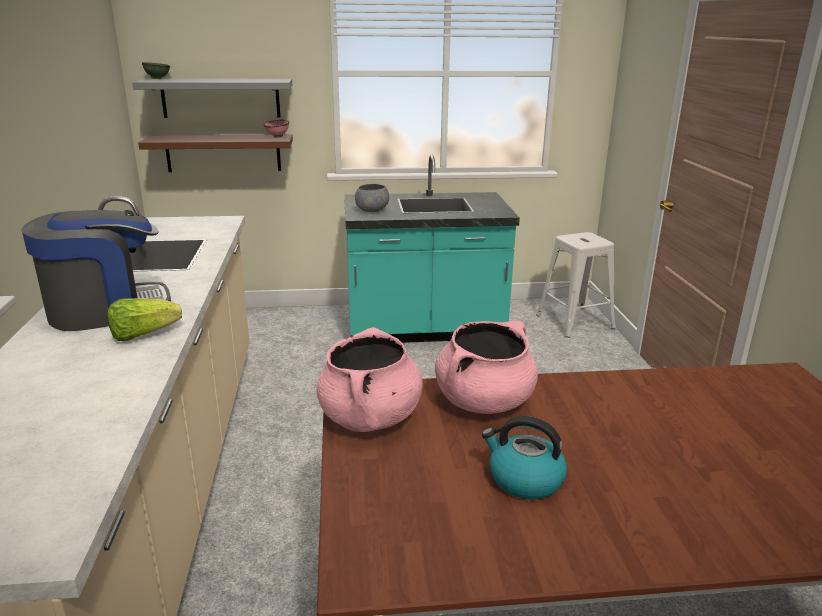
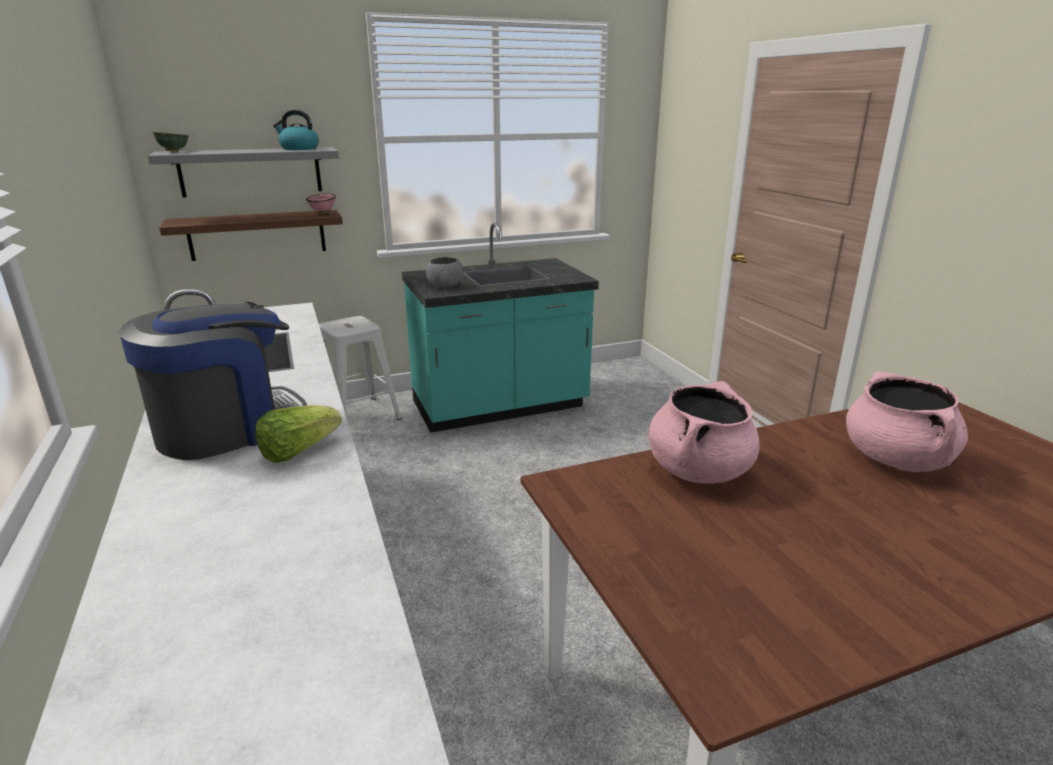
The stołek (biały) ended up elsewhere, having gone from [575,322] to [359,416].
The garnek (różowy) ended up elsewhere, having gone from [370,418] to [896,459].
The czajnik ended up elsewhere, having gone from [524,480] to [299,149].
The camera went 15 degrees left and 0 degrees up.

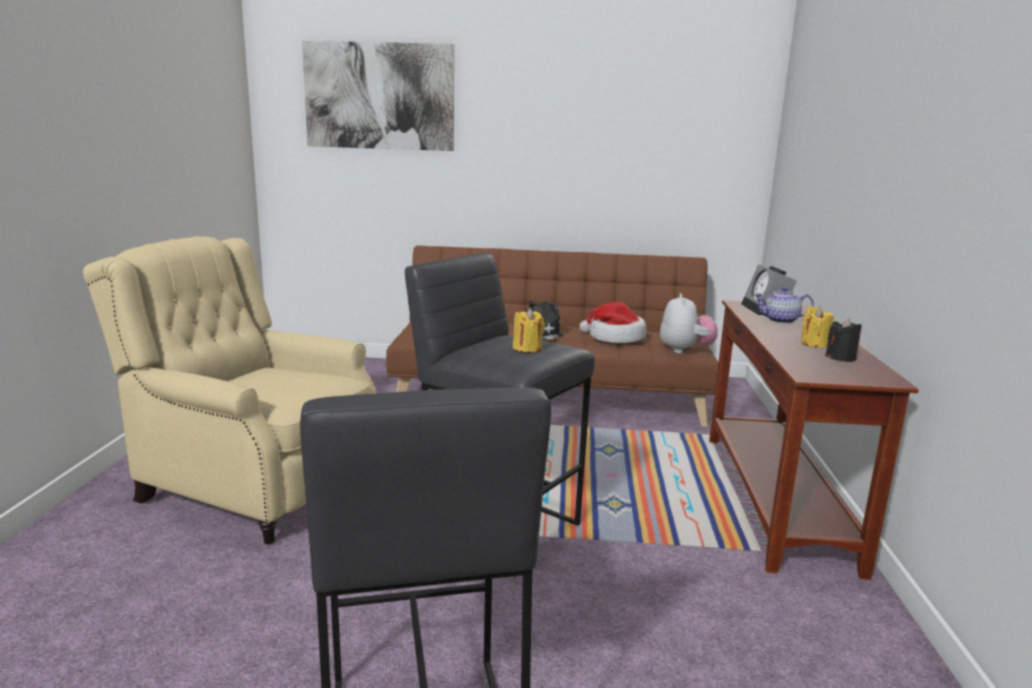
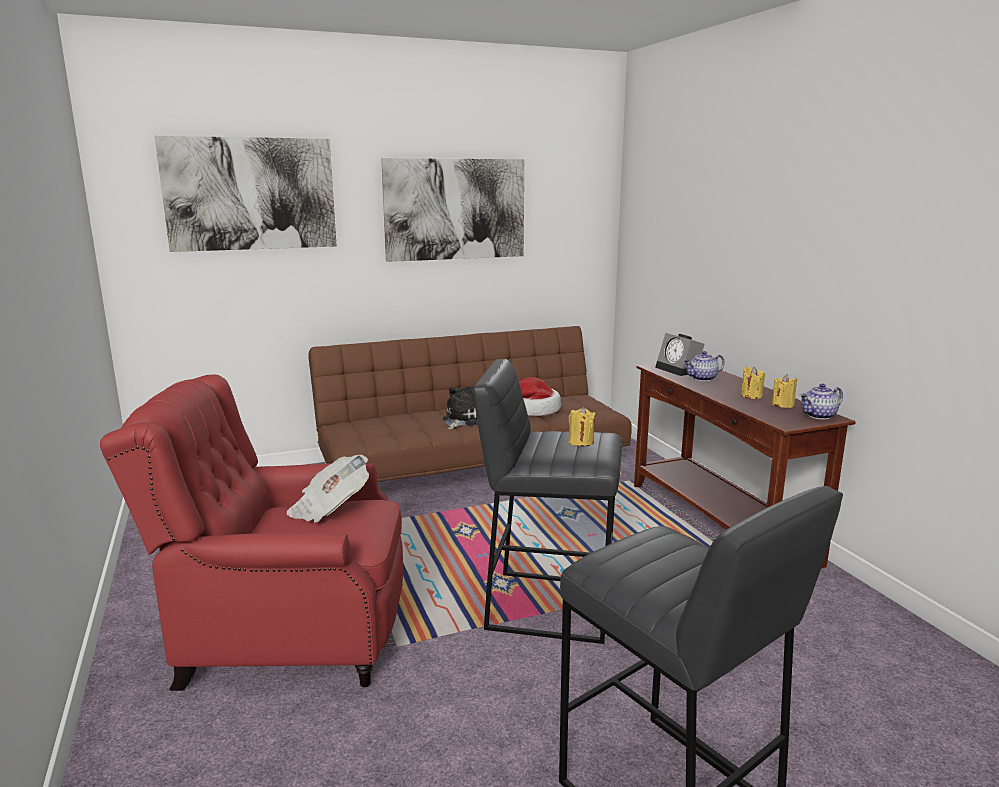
What was the fotel (beżowy) at [257,486] turned into the fotel (czerwony) at [289,634].
The second view lost the pluszak at [685,350].
What was the świeca (czarny) at [841,358] turned into the świeca (żółty) at [782,405].
The second view gained the obraz at [455,209].
The second view gained the imbryk at [819,416].
The second view gained the gazeta at [329,508].
The camera went 25 degrees left and 0 degrees up.

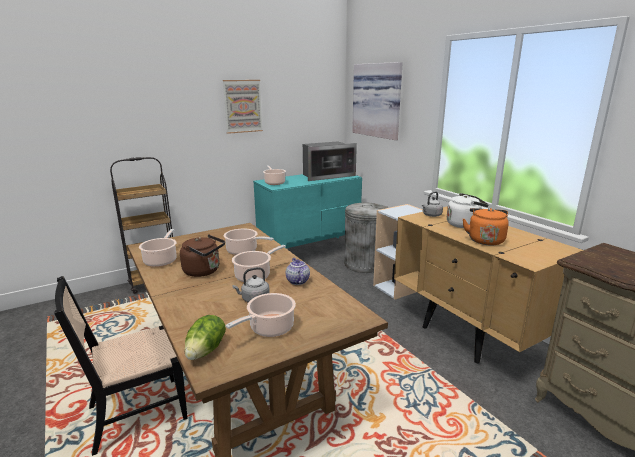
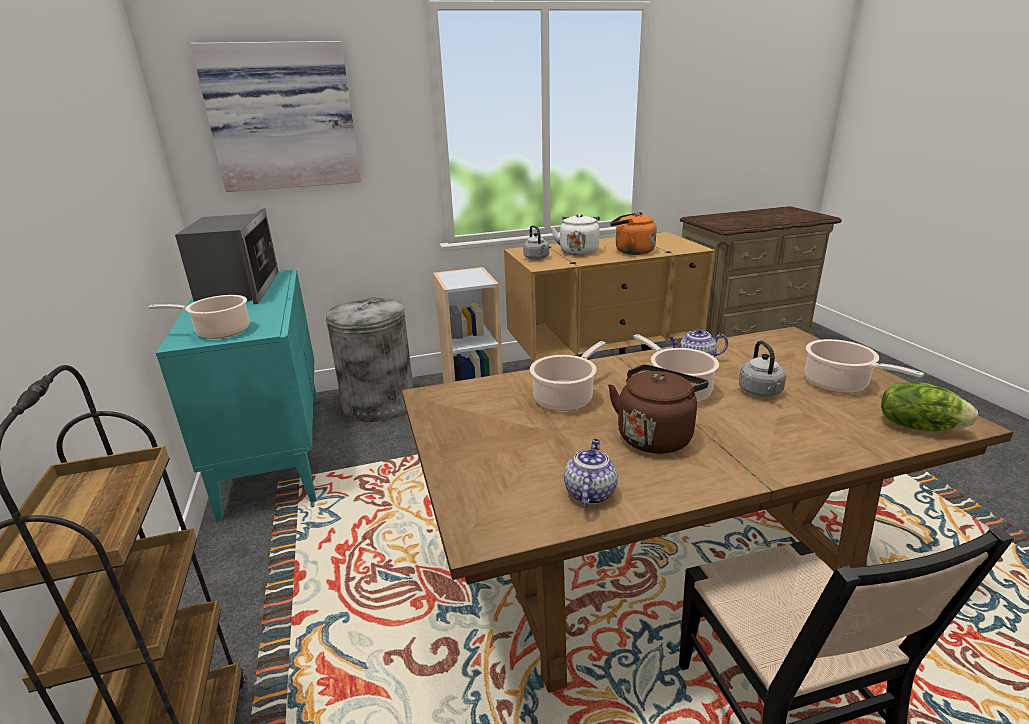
The second view lost the obraz at [243,106].
Where the garnek stood at [161,260], the imbryk came to stand at [589,492].
The camera went 75 degrees left and 5 degrees up.

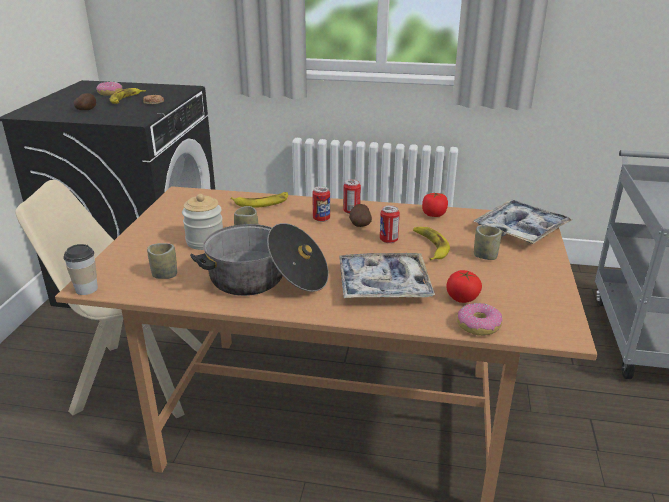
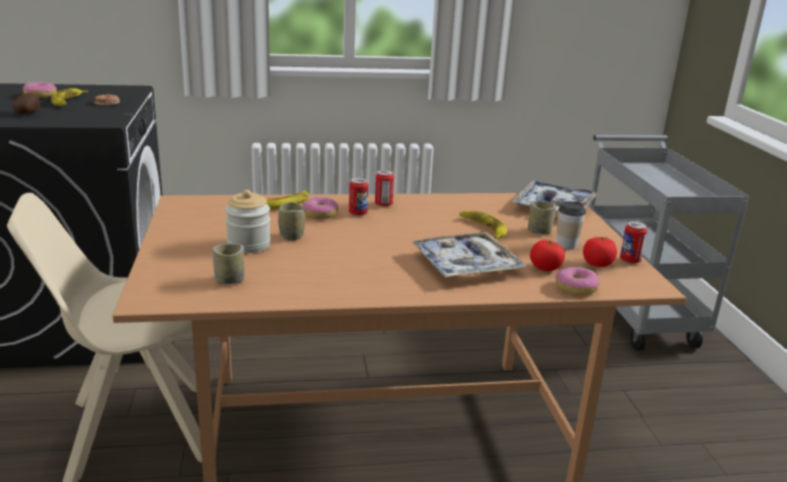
The pomidor ended up elsewhere, having gone from [434,214] to [597,264].
The second view lost the ziemniak at [359,224].
The puszka ended up elsewhere, having gone from [388,240] to [630,260].
The second view lost the garnek at [266,280].
The filiżanka ended up elsewhere, having gone from [86,289] to [566,245].
The second view gained the donut at [320,214].
The camera went 20 degrees left and 5 degrees down.

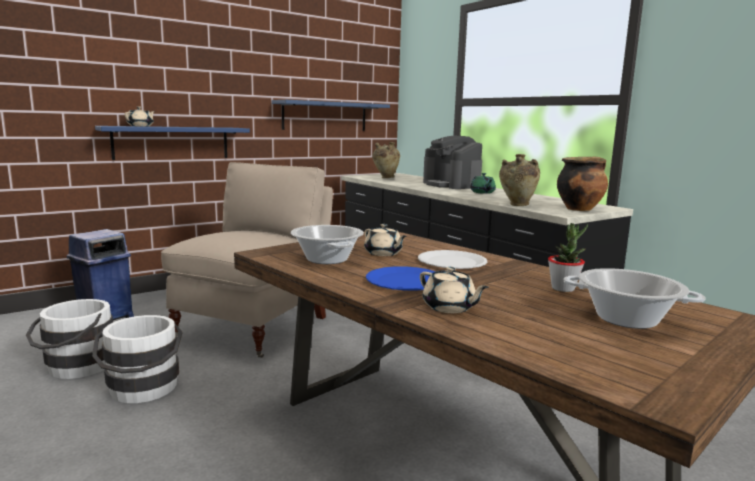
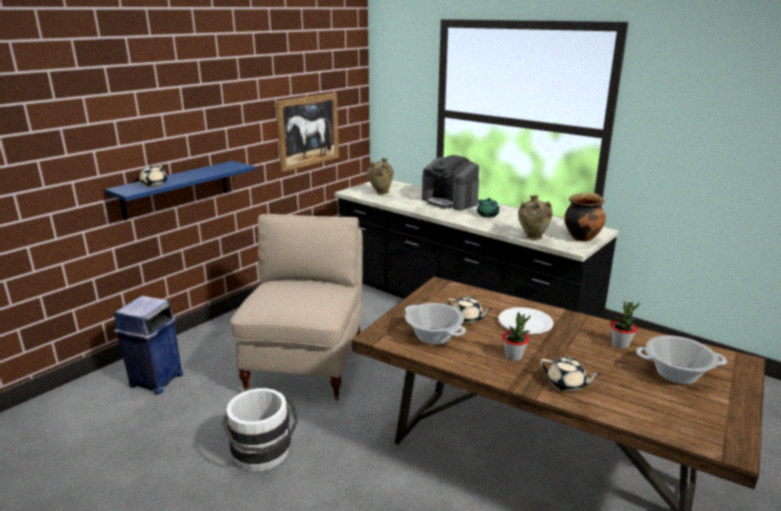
Where the półka (niebieski) hung at [325,116], the obraz came to hang at [308,131].
Where the talerz (niebieski) stood at [405,281], the roślina doniczkowa came to stand at [513,356].
The second view lost the wiadro (biały) at [75,368].
The camera went 15 degrees left and 10 degrees up.

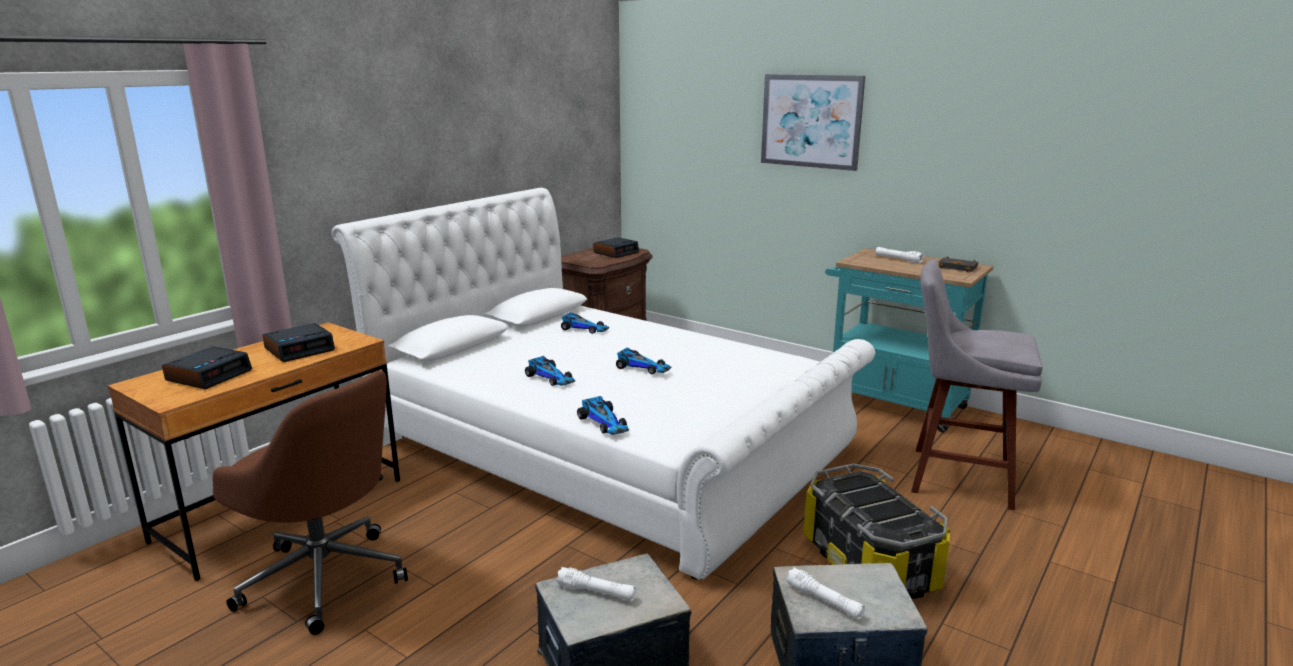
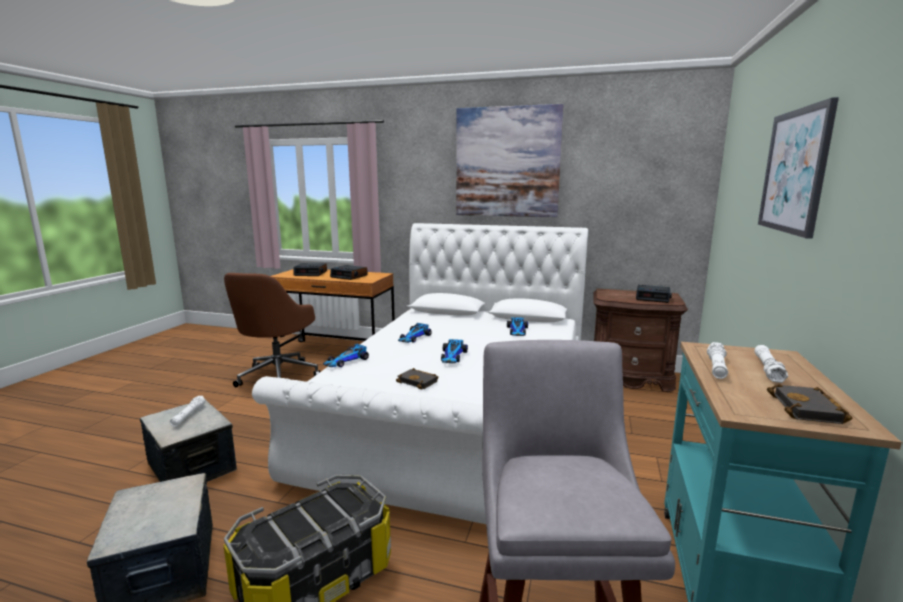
The latarka (biały) ended up elsewhere, having gone from [824,601] to [716,367].
The second view gained the obraz at [507,162].
The second view gained the książka (czarny) at [419,381].
The camera went 70 degrees right and 5 degrees down.

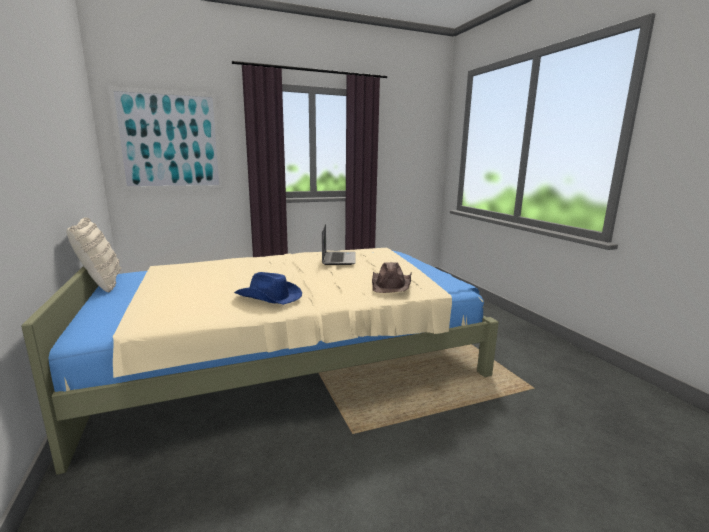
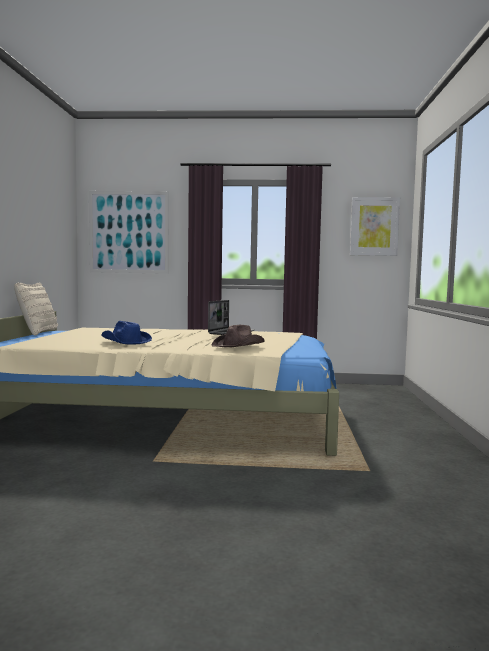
The second view gained the obraz at [374,226].
The camera went 25 degrees right and 10 degrees down.

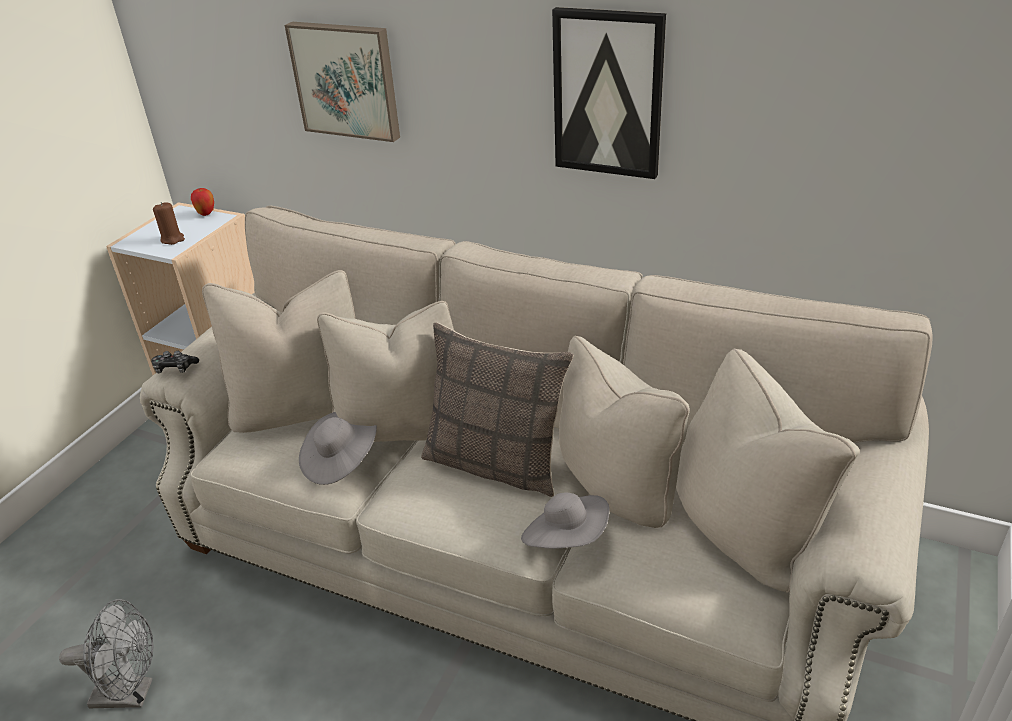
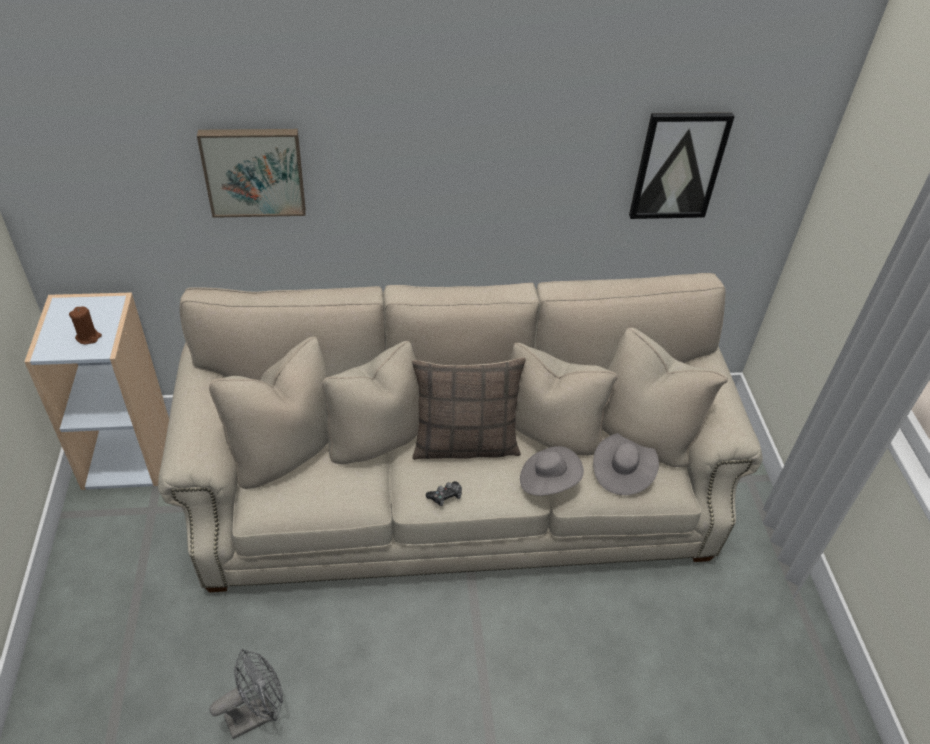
The obraz ended up elsewhere, having gone from [608,93] to [678,165].
The second view lost the jabłko at [206,214].
The pad do gier ended up elsewhere, having gone from [175,368] to [445,496].
The kapelusz (szary) ended up elsewhere, having gone from [340,461] to [622,472].
The camera went 35 degrees left and 10 degrees up.

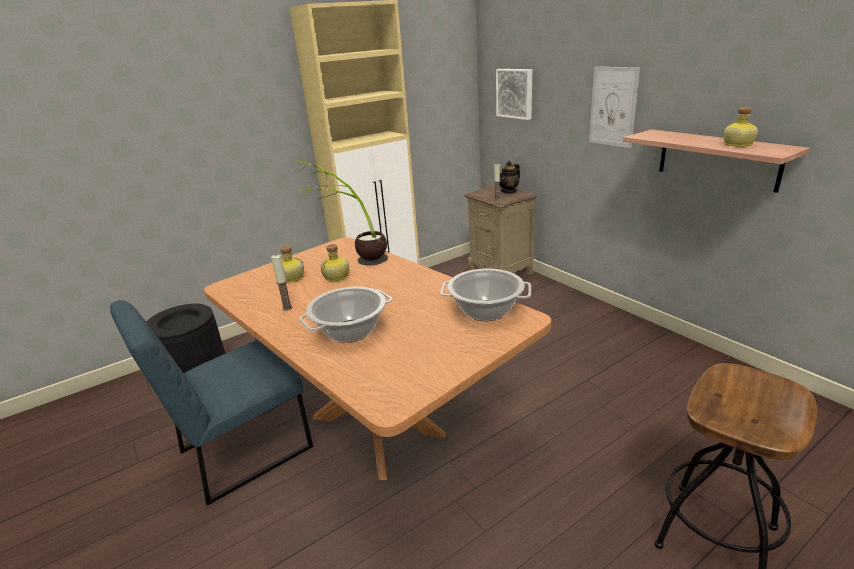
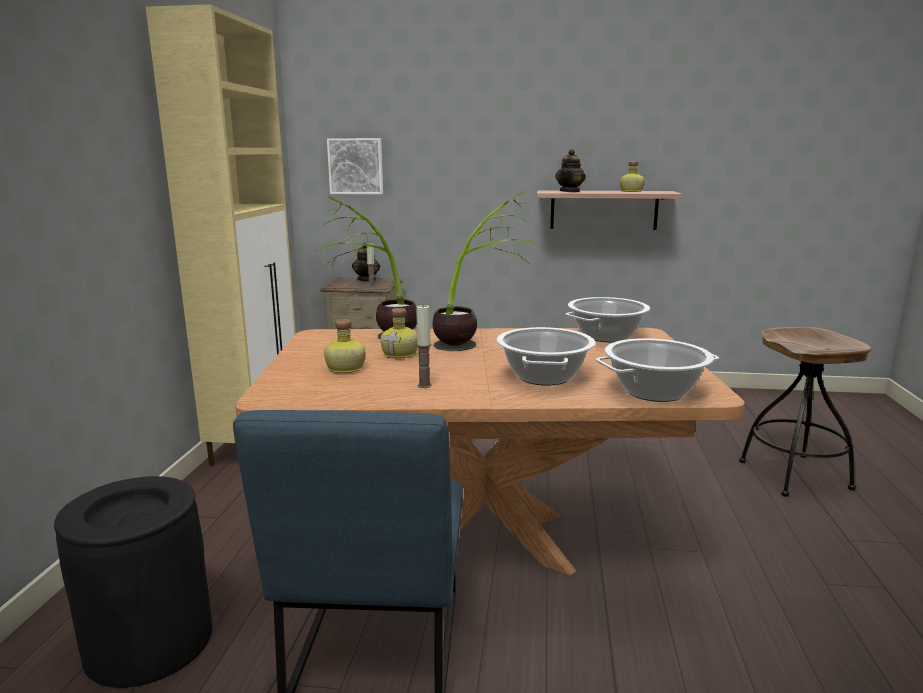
The second view lost the obraz at [613,107].
The second view gained the imbryk at [570,192].
The second view gained the roślina doniczkowa at [478,341].
The second view gained the garnek at [654,392].
The camera went 50 degrees left and 10 degrees down.

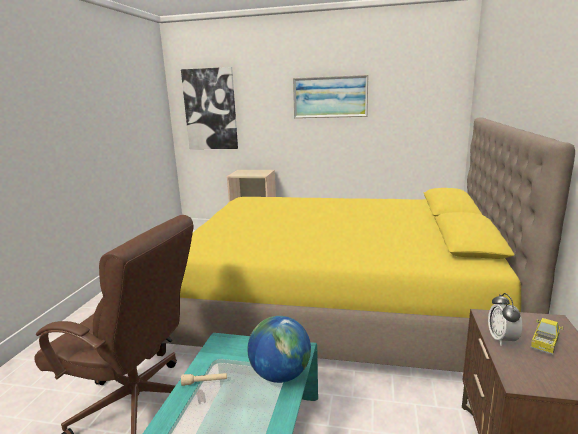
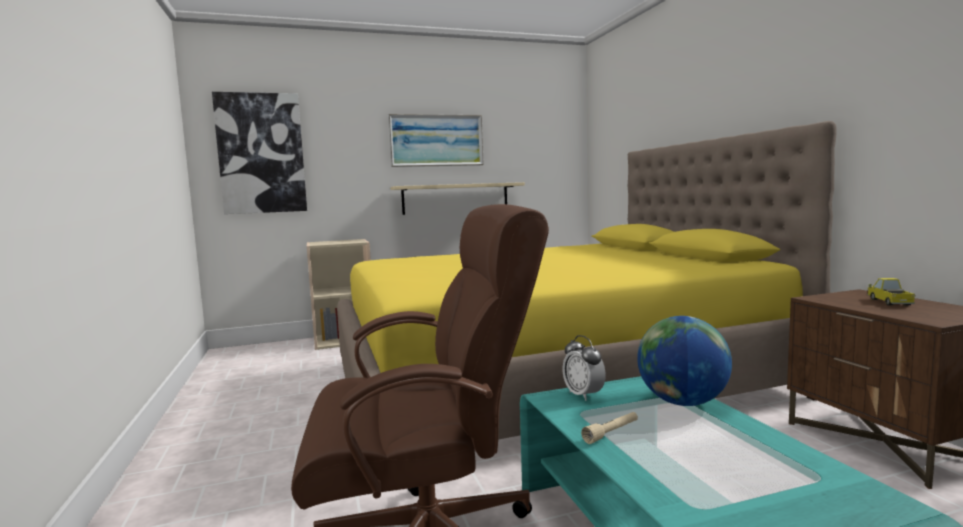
The budzik ended up elsewhere, having gone from [502,339] to [583,395].
The second view gained the półka (beżowy) at [455,198].
The camera went 30 degrees left and 10 degrees down.

